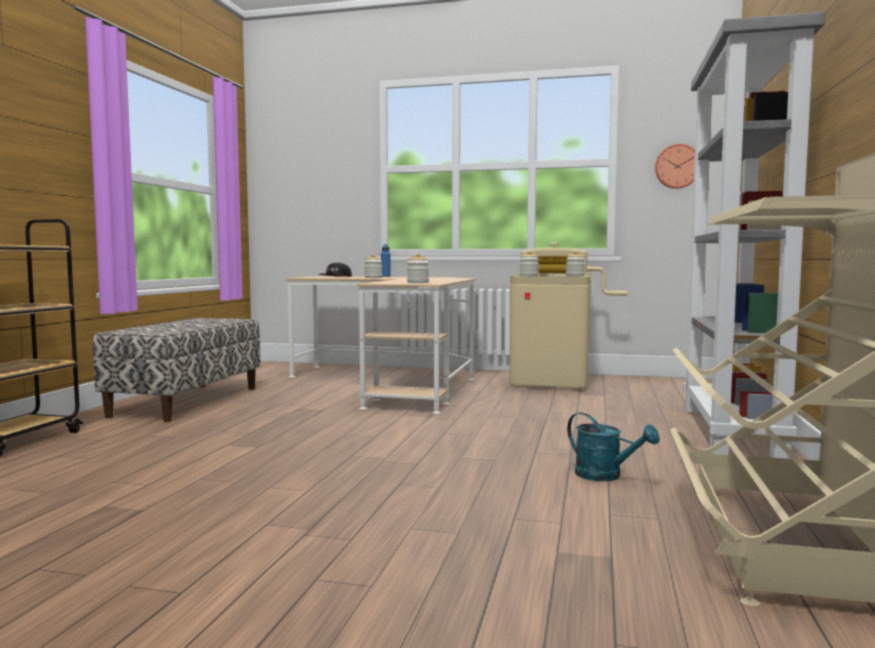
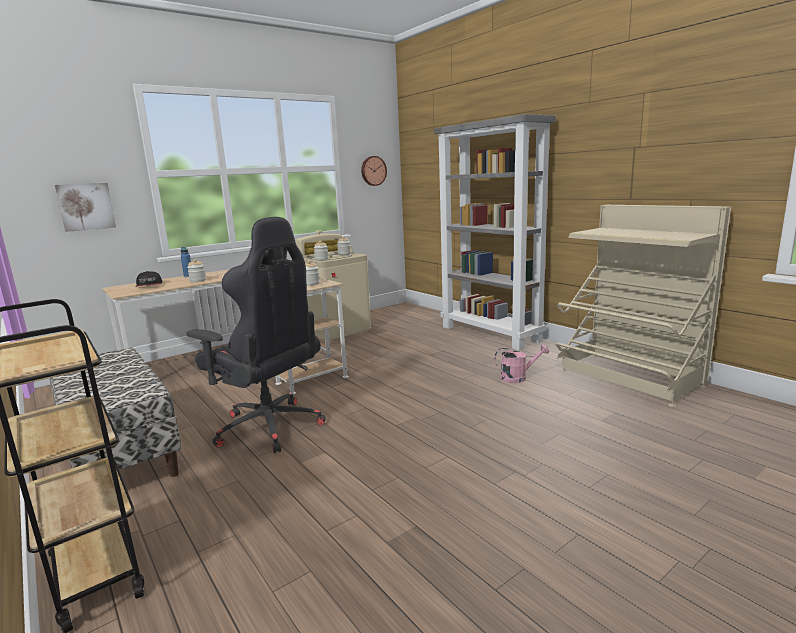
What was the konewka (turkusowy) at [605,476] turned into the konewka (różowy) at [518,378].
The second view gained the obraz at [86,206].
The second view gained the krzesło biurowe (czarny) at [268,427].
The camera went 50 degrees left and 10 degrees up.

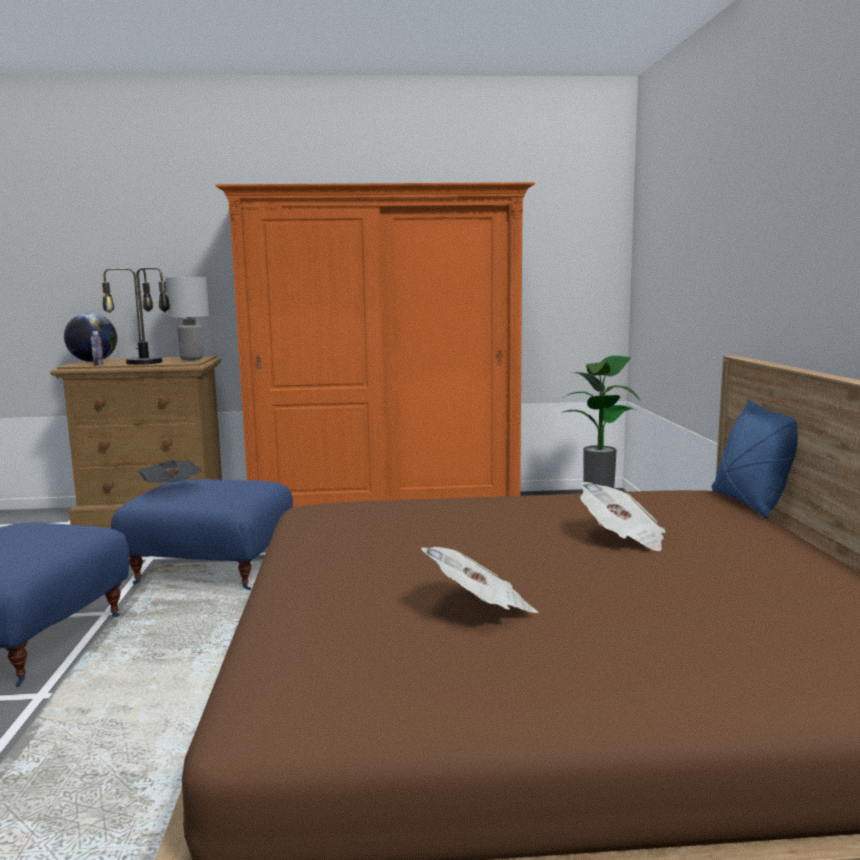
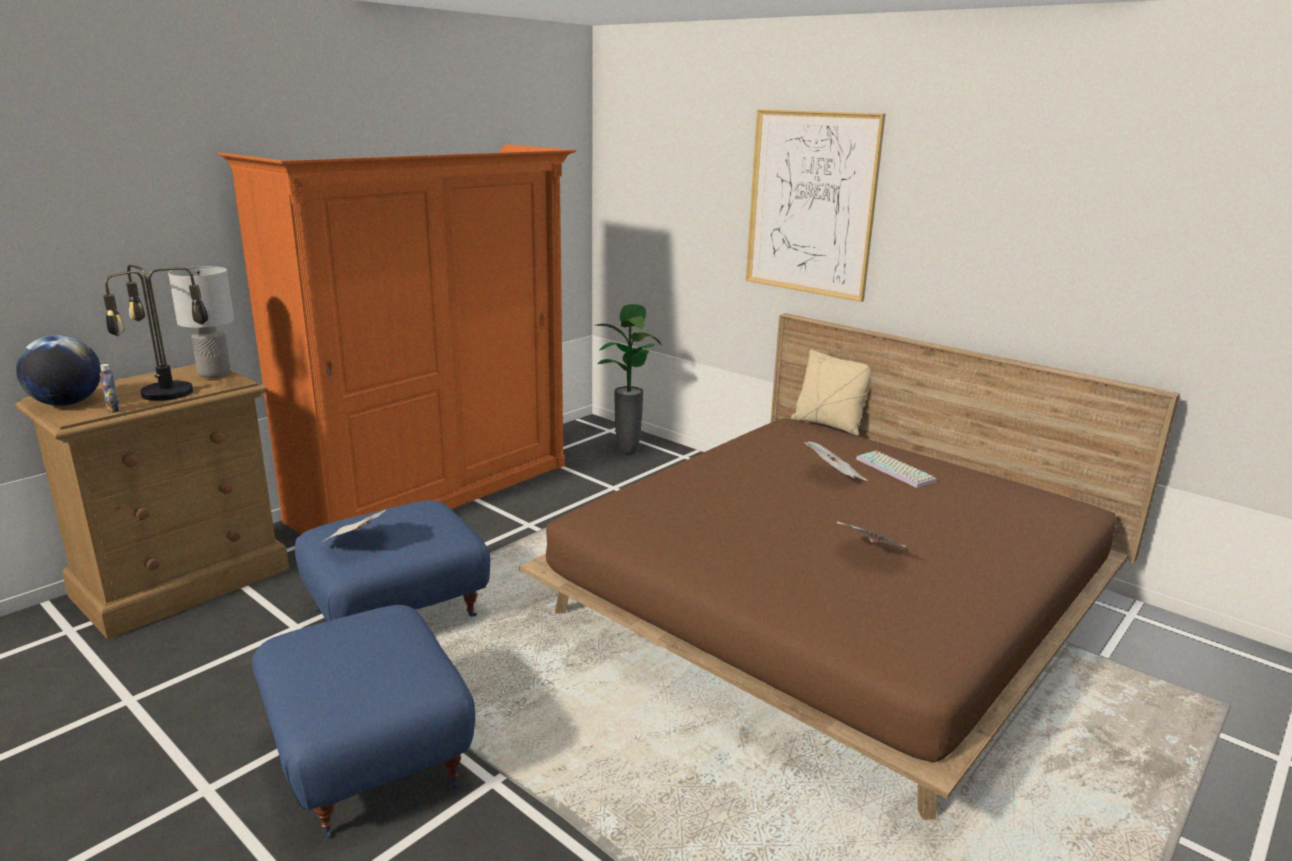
What was the poduszka (niebieski) at [750,504] turned into the poduszka (beżowy) at [828,425].
The second view gained the obraz at [811,204].
The second view gained the klawiatura at [897,470].
The camera went 45 degrees left and 10 degrees up.

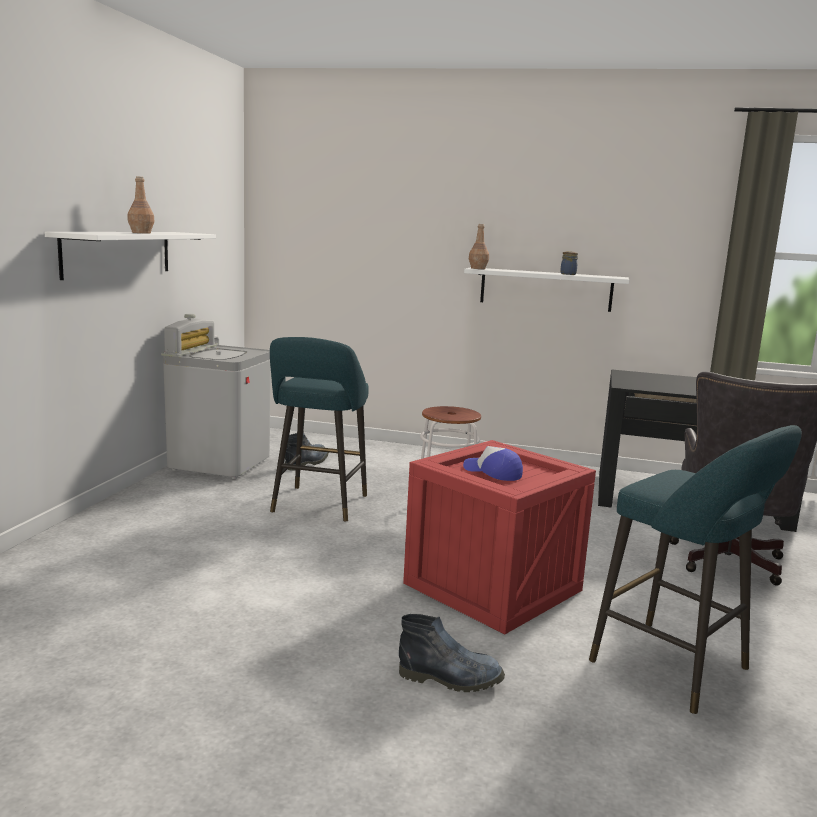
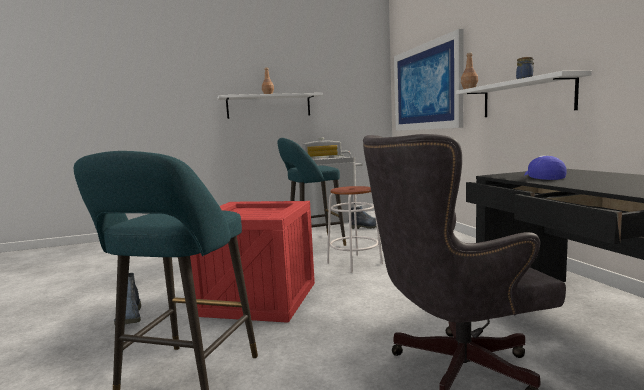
The czapka z daszkiem ended up elsewhere, having gone from [493,472] to [543,177].
The second view gained the obraz at [426,87].
The camera went 60 degrees right and 5 degrees down.

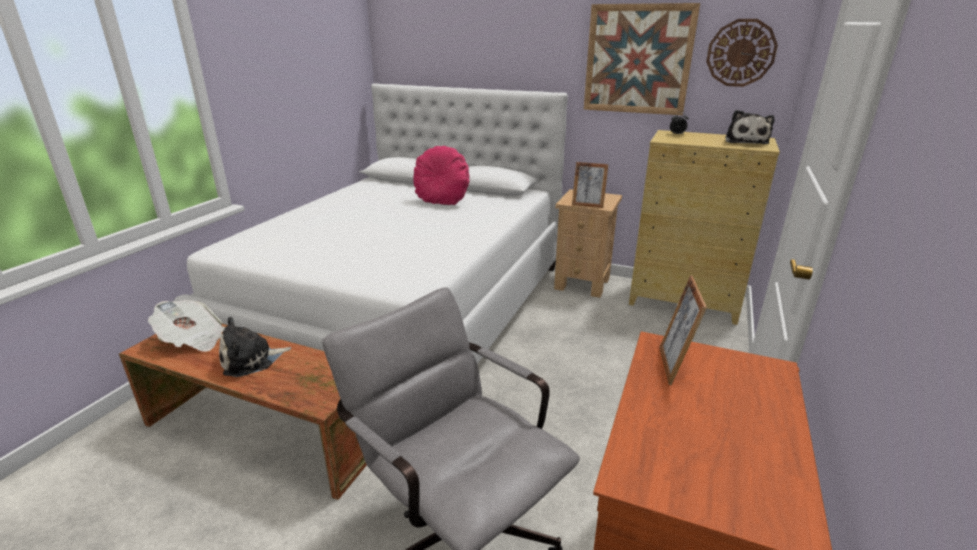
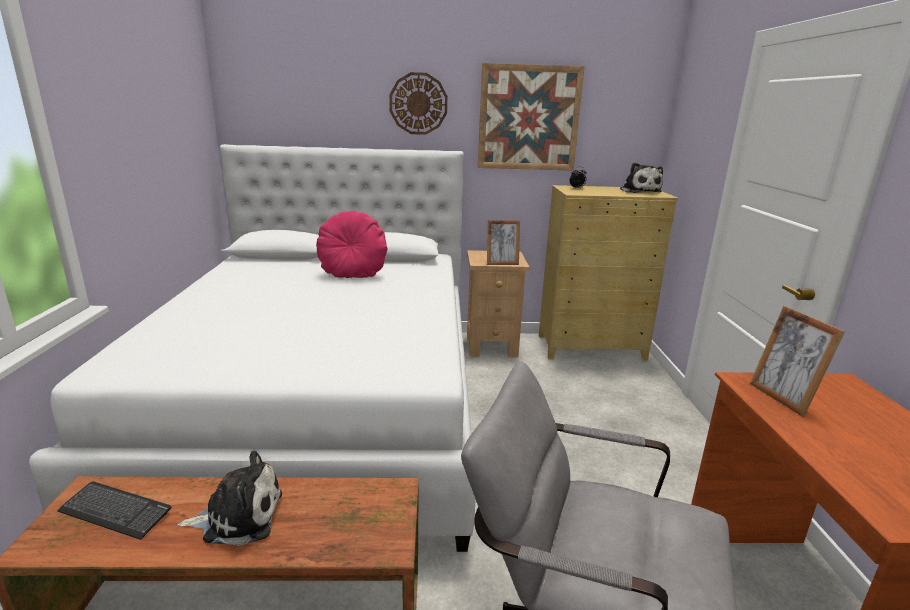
The zegar ścienny ended up elsewhere, having gone from [741,53] to [418,104].
Where the gazeta stood at [193,340], the klawiatura came to stand at [115,511].
The pluszak at [251,360] ended up facing another way, 135 degrees counterclockwise from before.
The camera went 25 degrees left and 5 degrees down.

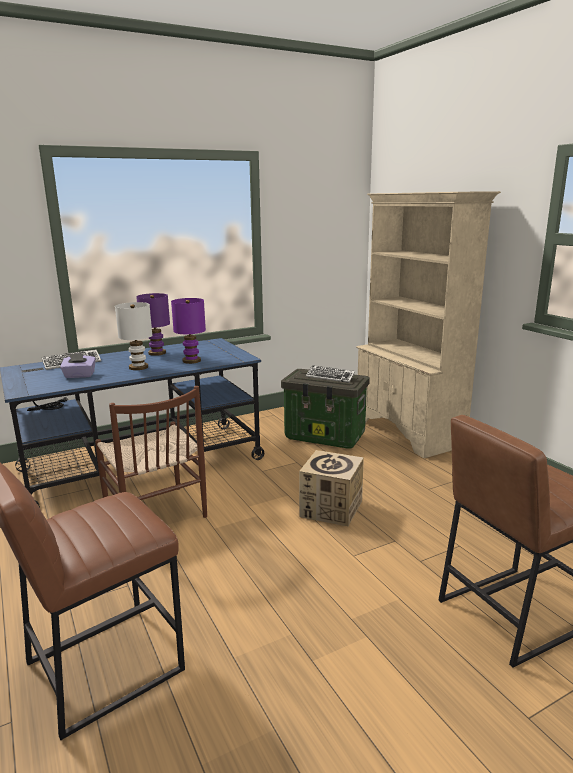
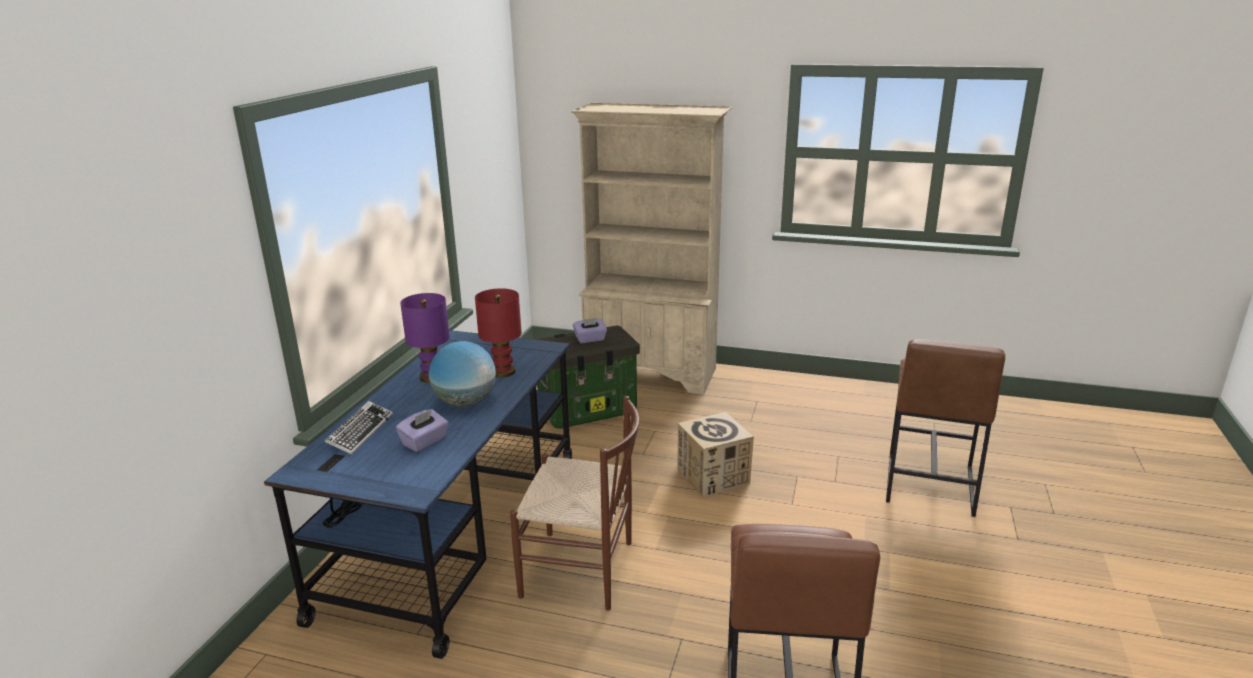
What was the lampa stołowa (fioletowy) at [191,361] turned into the lampa stołowa (czerwony) at [503,372].
Where the lampa stołowa (biały) stood at [139,367], the globus came to stand at [465,403].
Where the klawiatura stood at [330,377], the pudełko chusteczek (fioletowy) came to stand at [590,339].
The camera went 45 degrees left and 5 degrees up.

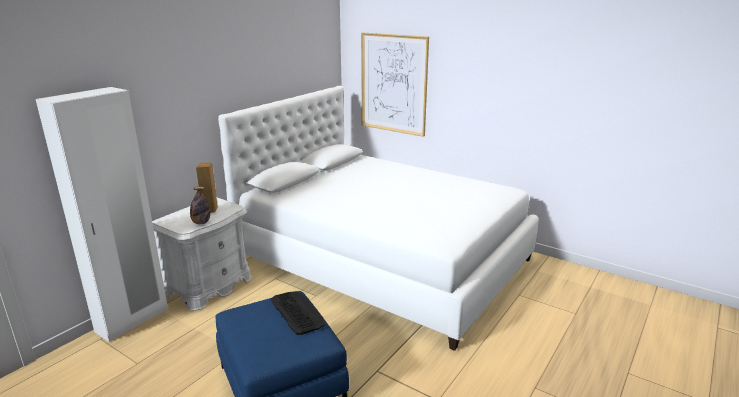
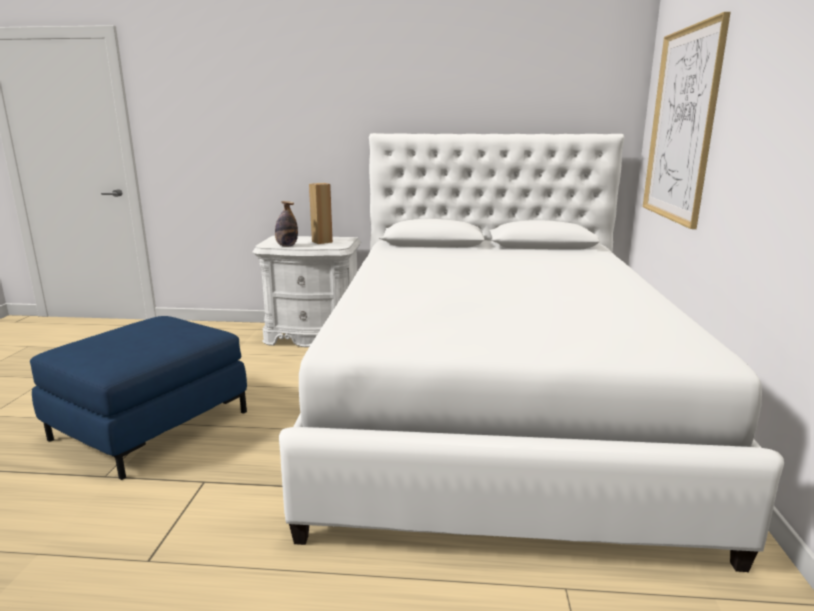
The second view lost the szafa (biały) at [132,320].
The second view lost the klawiatura at [297,312].
The camera went 60 degrees right and 5 degrees down.

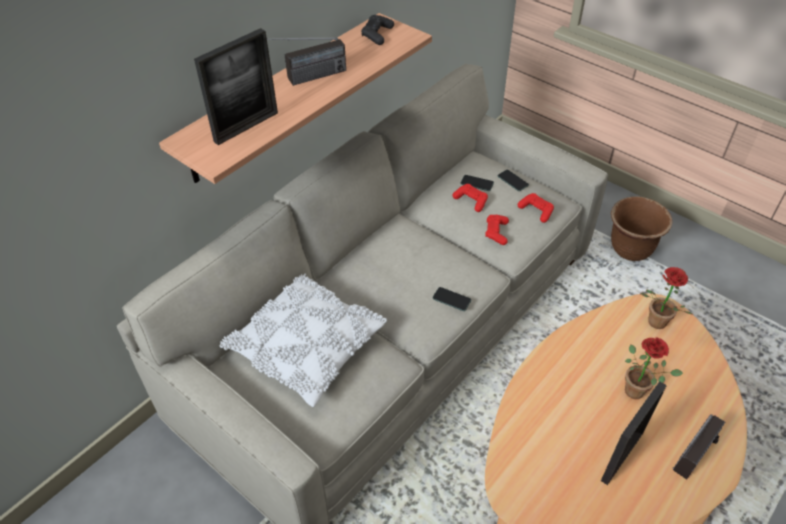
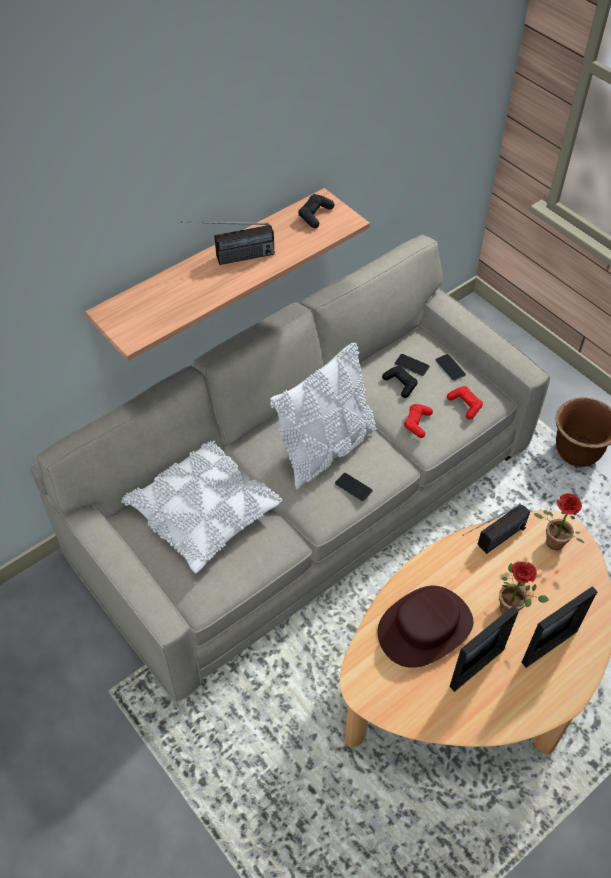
The ramka na zdjęcie ended up elsewhere, having gone from [246,127] to [549,647].
What was the pad do gier (czerwony) at [471,201] turned into the pad do gier (czarny) at [400,384].
The radio ended up elsewhere, having gone from [688,466] to [491,544].
The second view gained the poduszka (biały) at [326,449].
The second view gained the kapelusz (brązowy) at [425,628].
The camera went 10 degrees right and 5 degrees up.

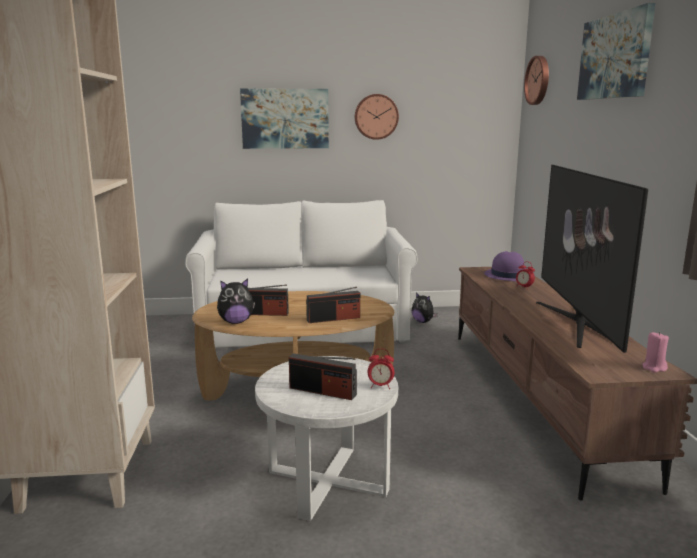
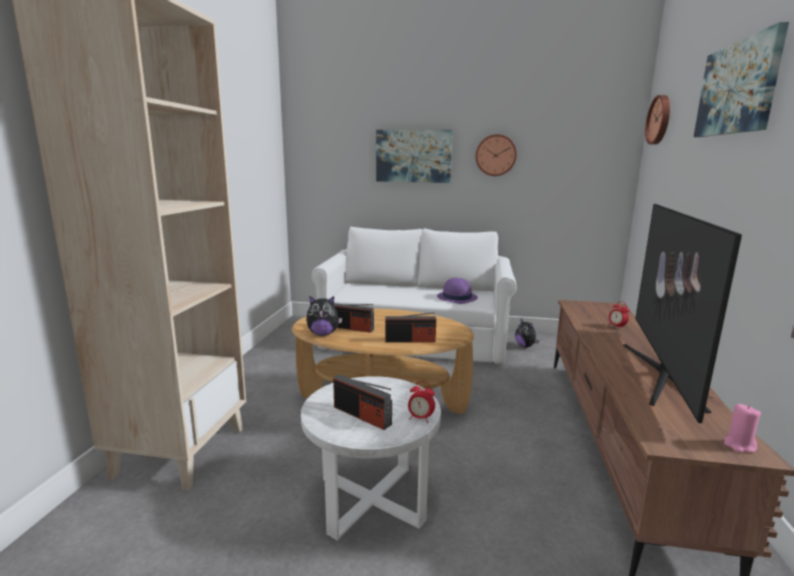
The kapelusz (fioletowy) ended up elsewhere, having gone from [508,275] to [457,297].
The camera went 15 degrees right and 0 degrees up.

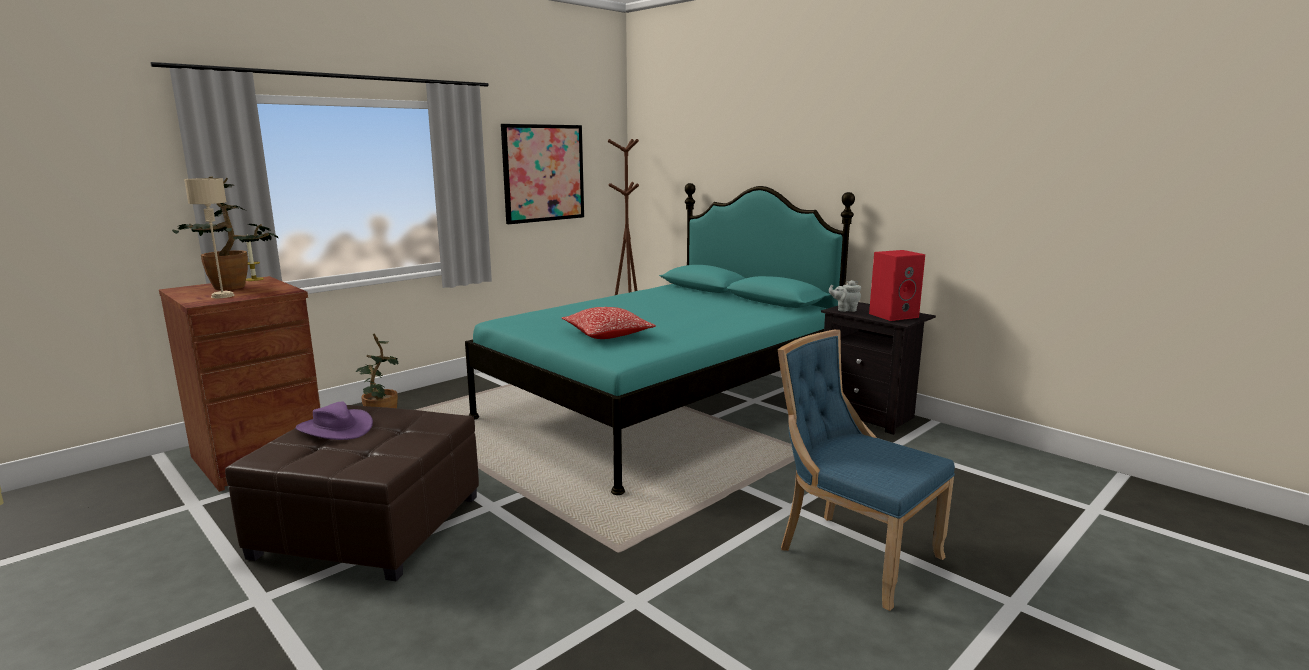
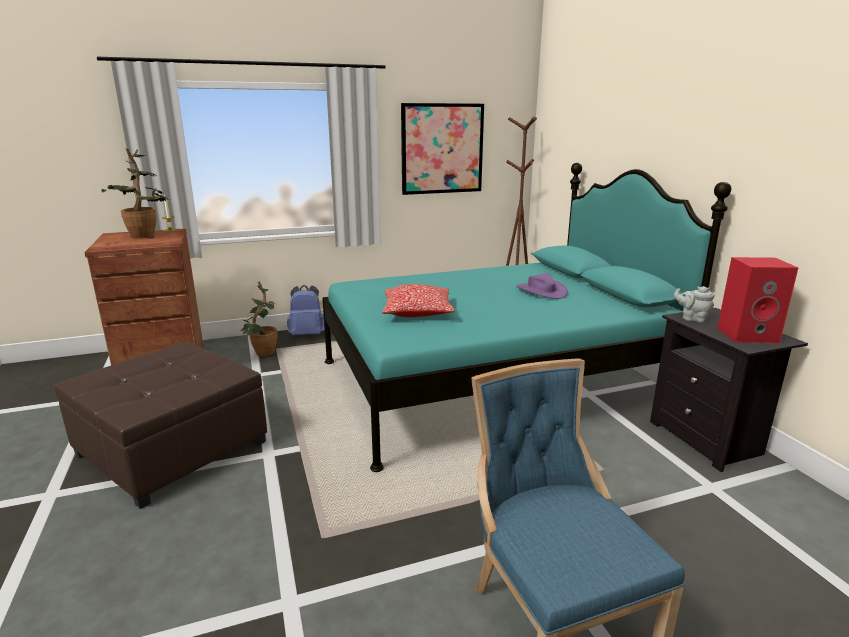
The second view lost the lampa stołowa (beżowy) at [222,296].
The kapelusz (fioletowy) ended up elsewhere, having gone from [335,428] to [541,291].
The second view gained the plecak (niebieski) at [307,334].
The camera went 25 degrees right and 5 degrees up.

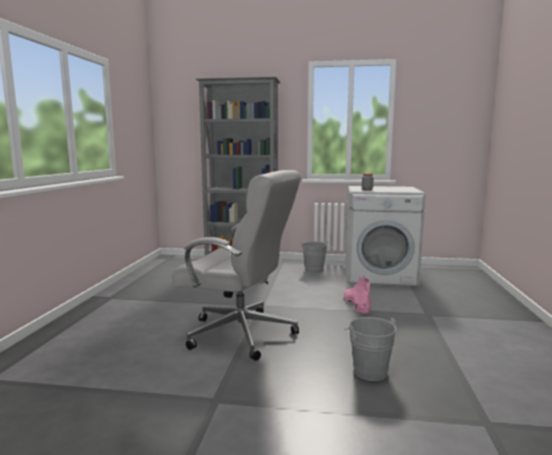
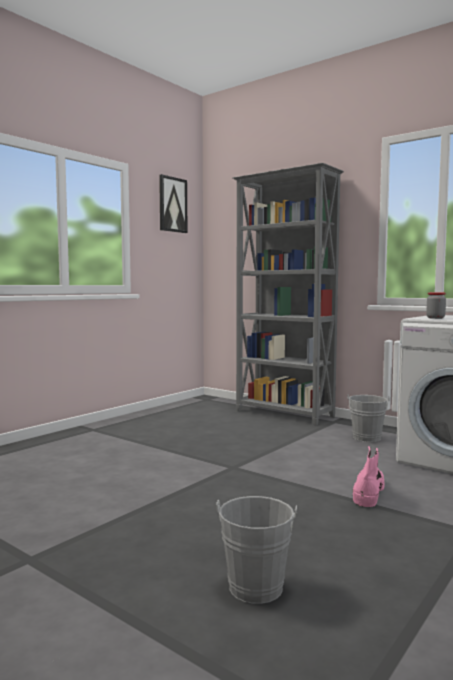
The second view lost the krzesło biurowe (szary) at [240,333].
The second view gained the obraz at [172,204].
The camera went 30 degrees right and 5 degrees down.

